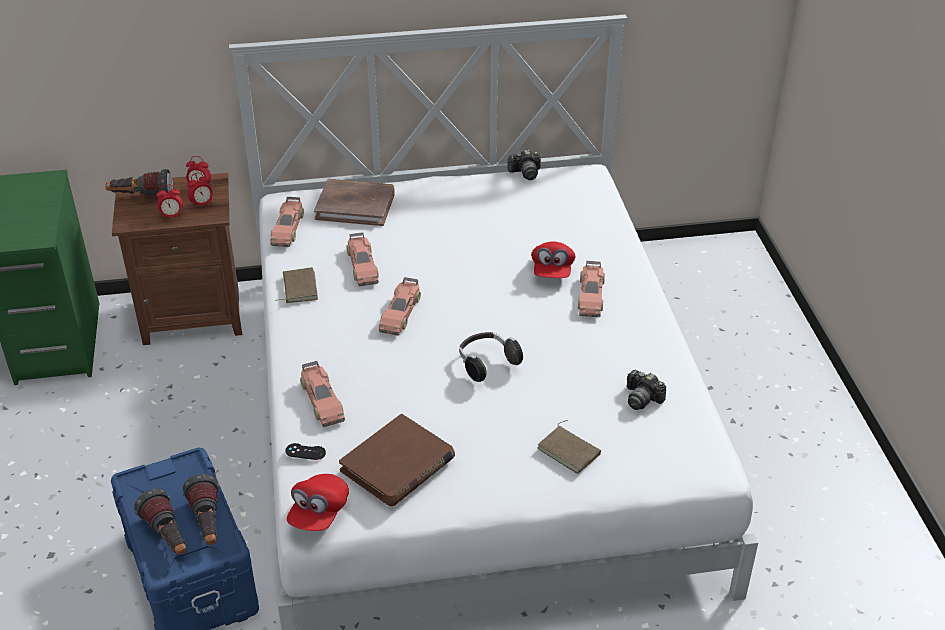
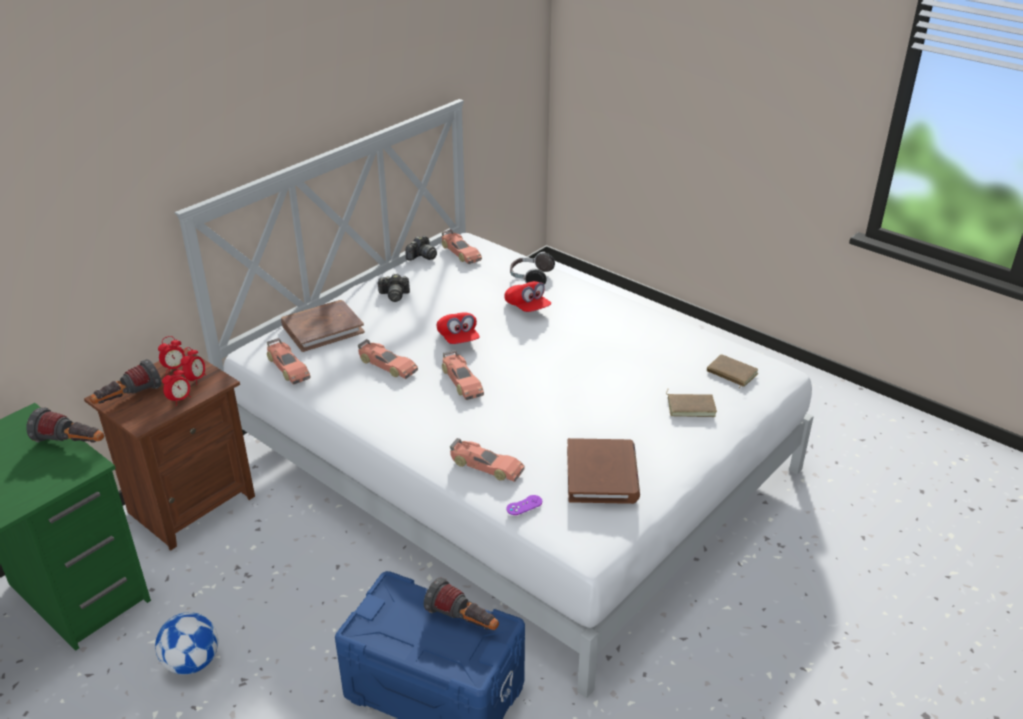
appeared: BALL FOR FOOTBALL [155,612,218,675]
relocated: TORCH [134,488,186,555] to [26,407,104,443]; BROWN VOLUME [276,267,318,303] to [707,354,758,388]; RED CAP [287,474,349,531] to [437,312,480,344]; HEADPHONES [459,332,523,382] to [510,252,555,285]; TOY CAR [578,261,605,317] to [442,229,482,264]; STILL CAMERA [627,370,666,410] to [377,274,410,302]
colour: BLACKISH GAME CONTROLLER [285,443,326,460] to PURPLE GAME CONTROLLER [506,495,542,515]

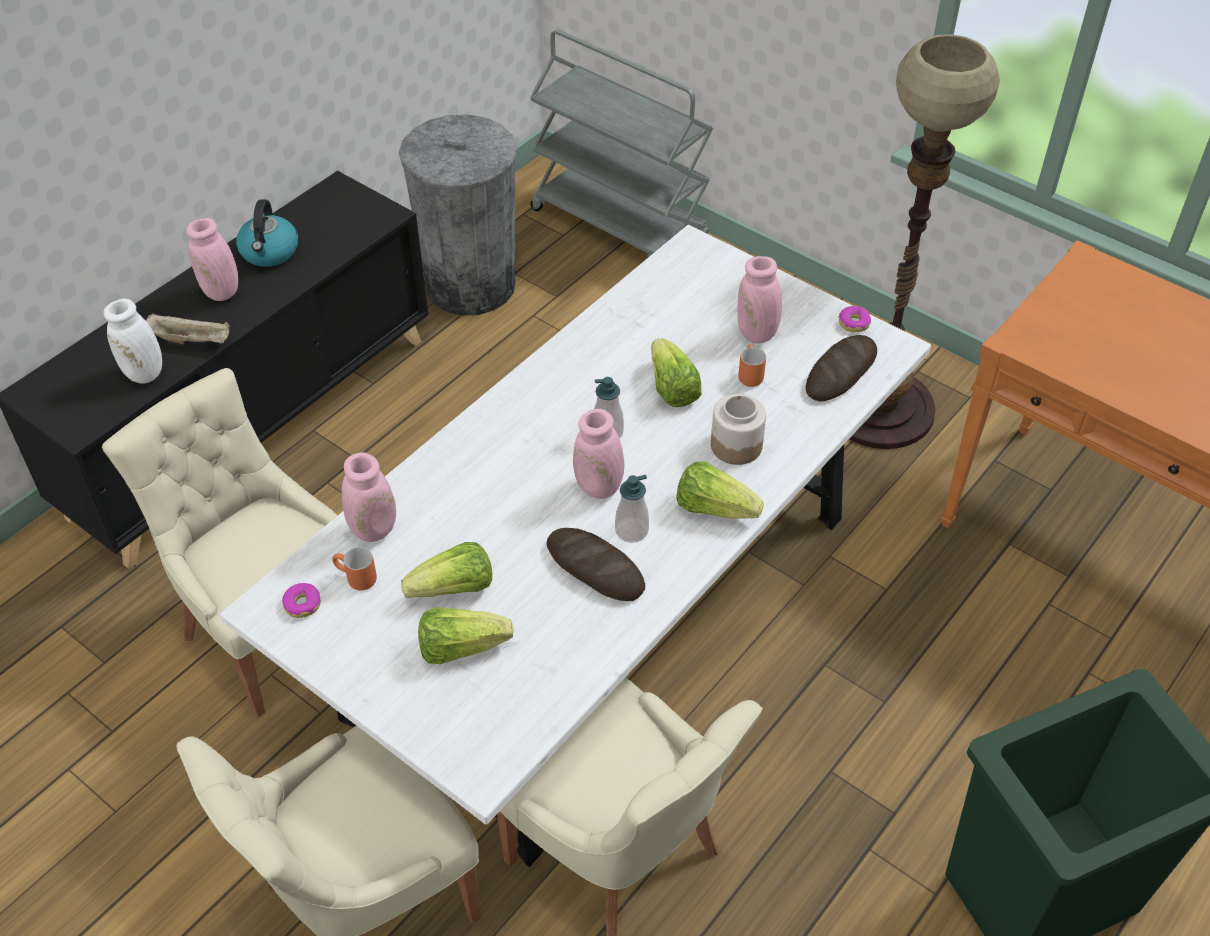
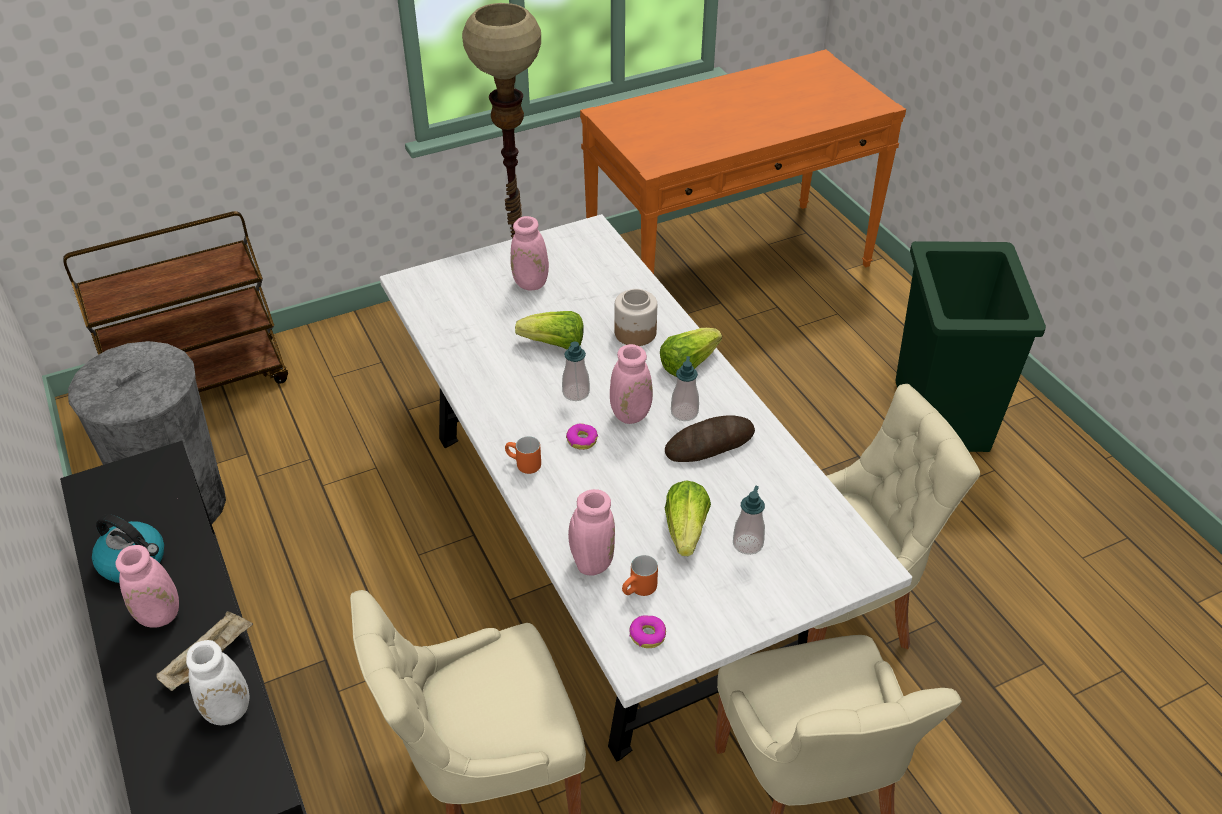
missing: BREAD [806,335,877,401]
relocated: ORANGE COFFEE MUG [738,344,766,387] to [505,436,541,474]; DOUGHNUT [838,306,871,332] to [566,423,598,450]
exchanged: HEAD OF LETTUCE [418,607,514,664] to SOAP BOTTLE [733,486,765,555]
colour: GREYISH CART [530,29,713,257] to BROWN CART [63,211,288,392]

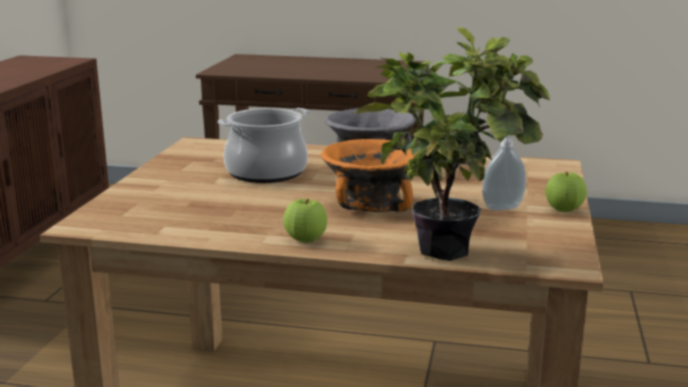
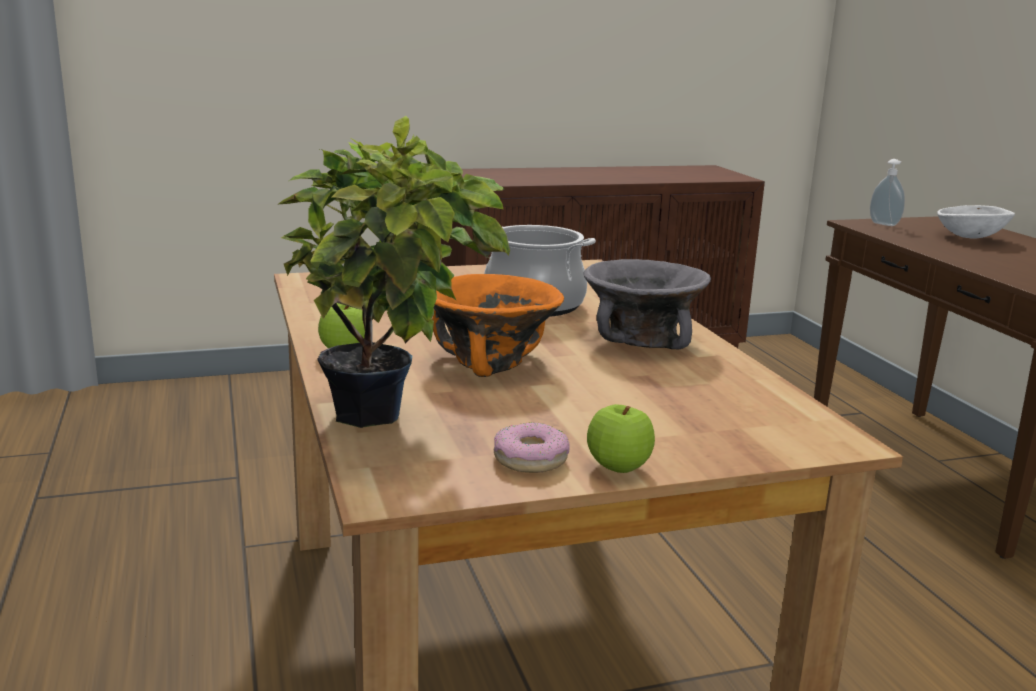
appeared: DOUGHNUT [494,422,570,473]; WHITISH BOWL [937,205,1015,239]
relocated: SOAP BOTTLE [482,135,526,210] to [870,159,905,226]

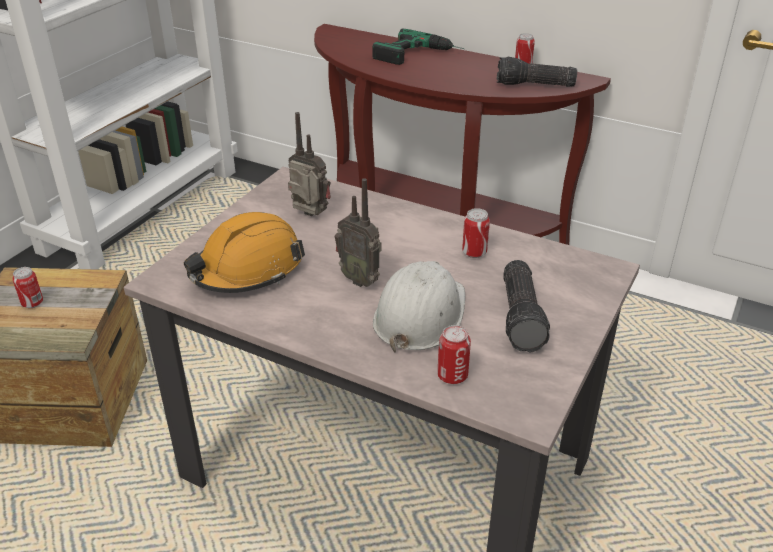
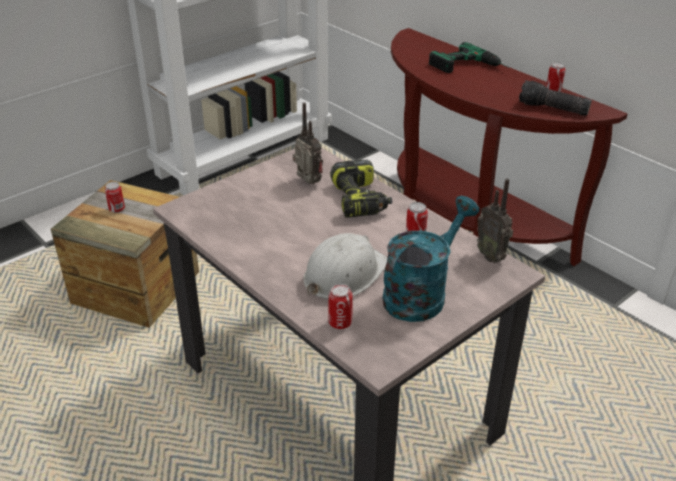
missing: ORANGE WORK HELMET [184,212,305,293]
appeared: POWER DRILL [330,160,392,218]
relocated: RADIO [335,178,381,287] to [476,178,513,263]
exchanged: TORCH [503,260,550,353] to TURQUOISE WATERING POT [383,196,479,322]

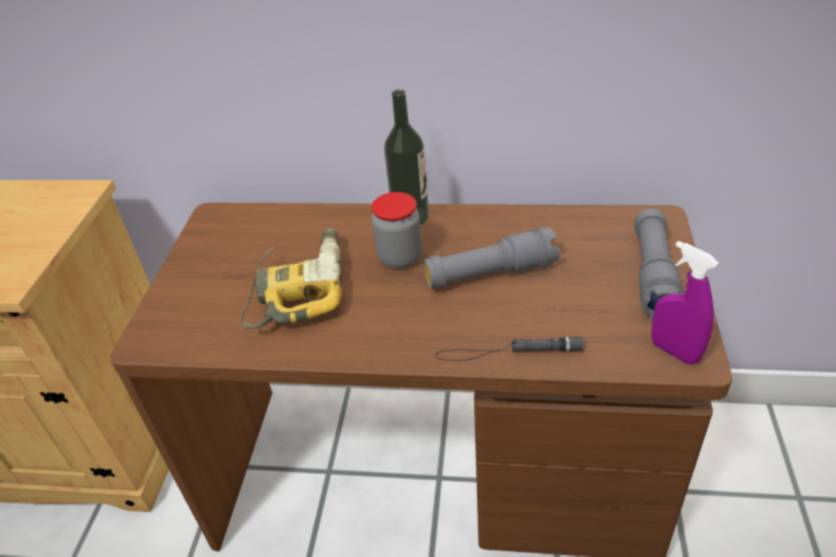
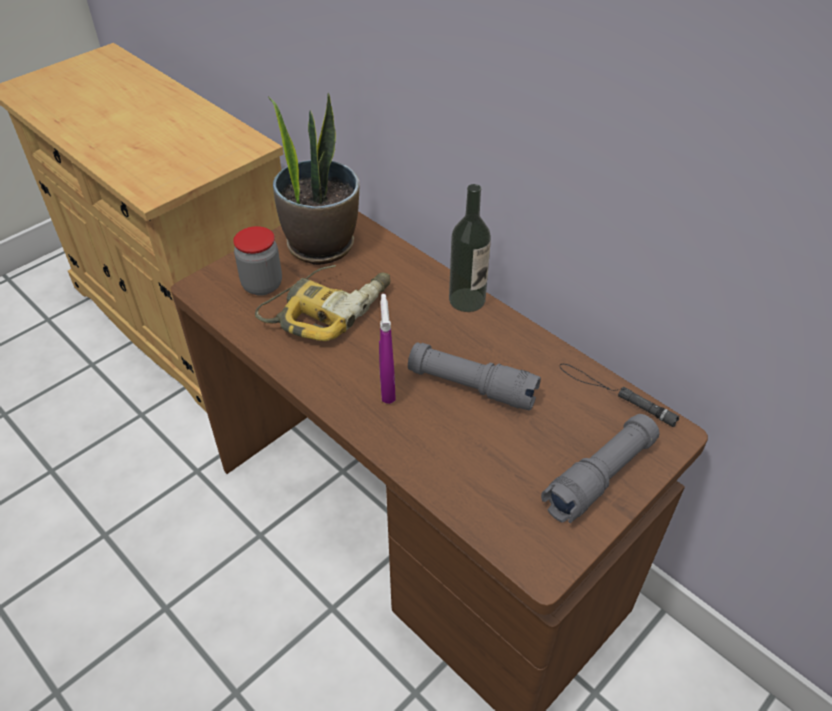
appeared: POTTED PLANT [269,93,359,265]
relocated: JAR [372,192,422,269] to [233,226,282,296]; BLACKISH TORCH [435,337,584,361] to [560,364,680,427]; PURPLE SPRAYER [651,241,719,365] to [379,294,396,404]

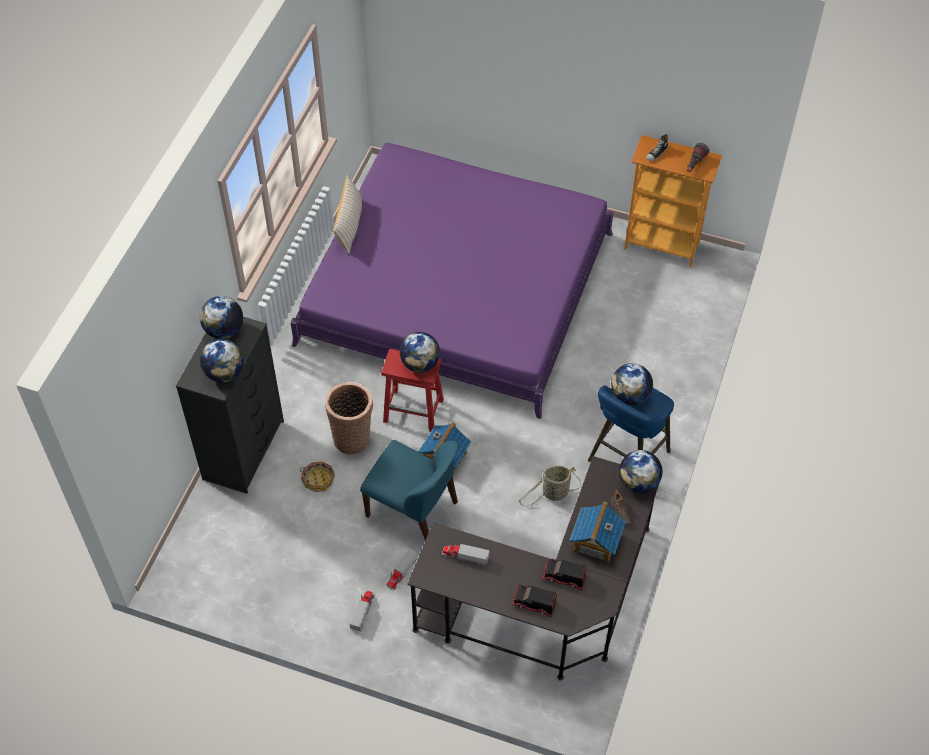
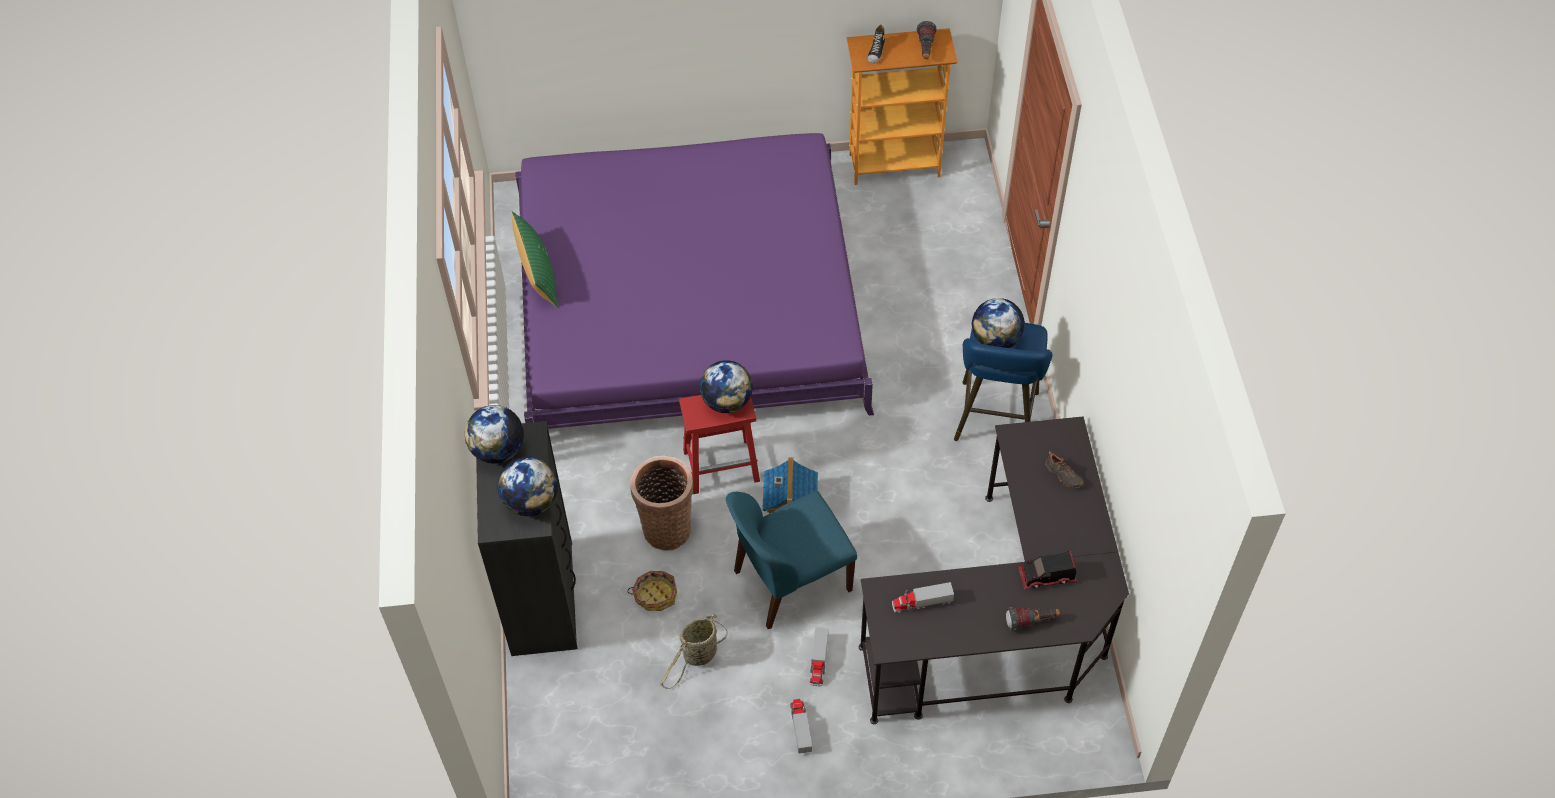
missing: MODEL HOUSE [570,502,626,563]; GLOBE [619,450,663,493]
relocated: BASKET [519,466,581,506] to [660,614,728,689]
exchanged: TOY TRUCK [511,585,557,617] to TORCH [1006,607,1060,631]
colour: BEIGE THROW PILLOW [333,175,362,254] to GREEN THROW PILLOW [511,211,558,308]
spun: BLUE-COLOURED PLAIN CHAIR [360,440,459,541] = [726,491,857,629] 150 degrees clockwise

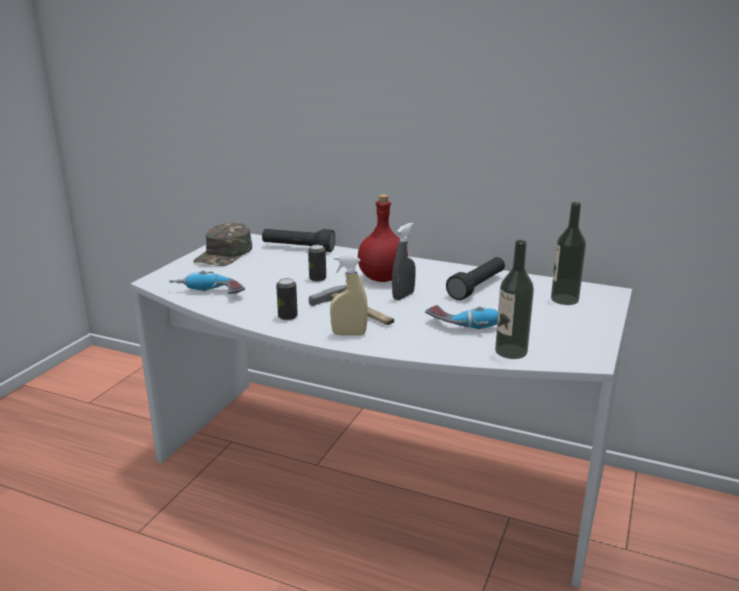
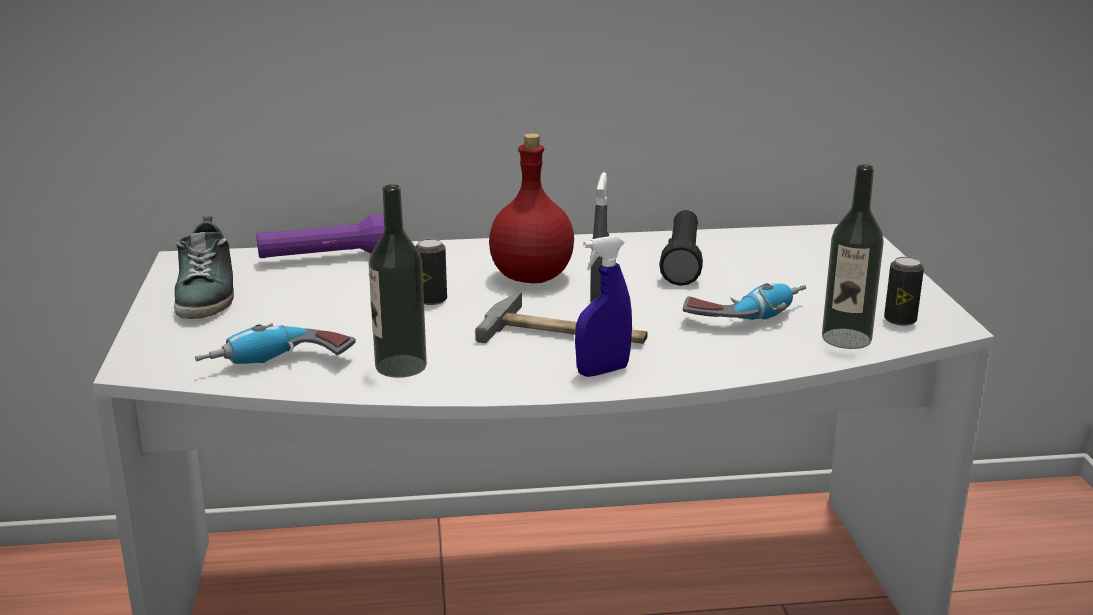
relocated: METAL CAN [276,278,298,320] to [884,257,924,326]; BEVERAGE BOTTLE [551,202,586,305] to [369,184,427,378]
exchanged: GREEN CAP [193,222,252,266] to SHOE [174,216,234,319]
colour: BLACKISH TORCH [262,229,335,252] to PURPLE TORCH [256,214,384,258]; BEIGE SPRAYER [330,255,368,336] to BLUE-COLOURED SPRAYER [575,235,632,377]

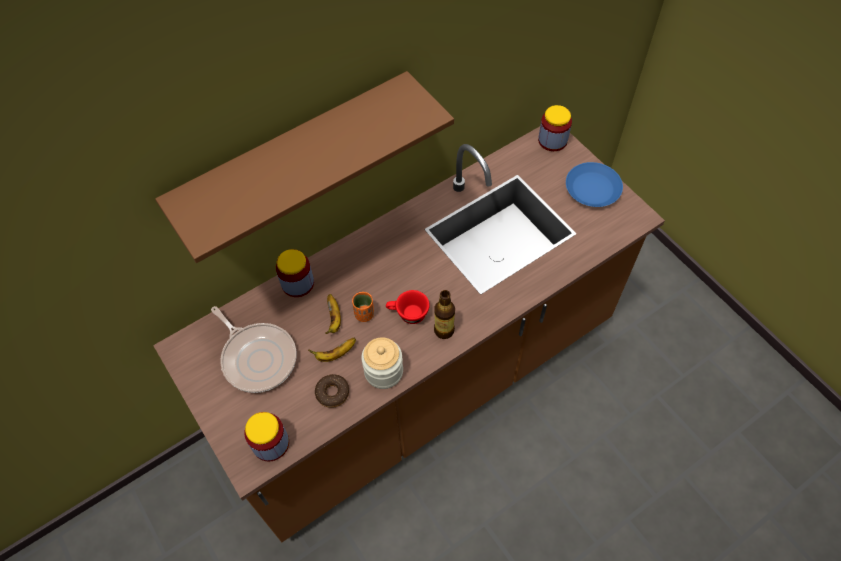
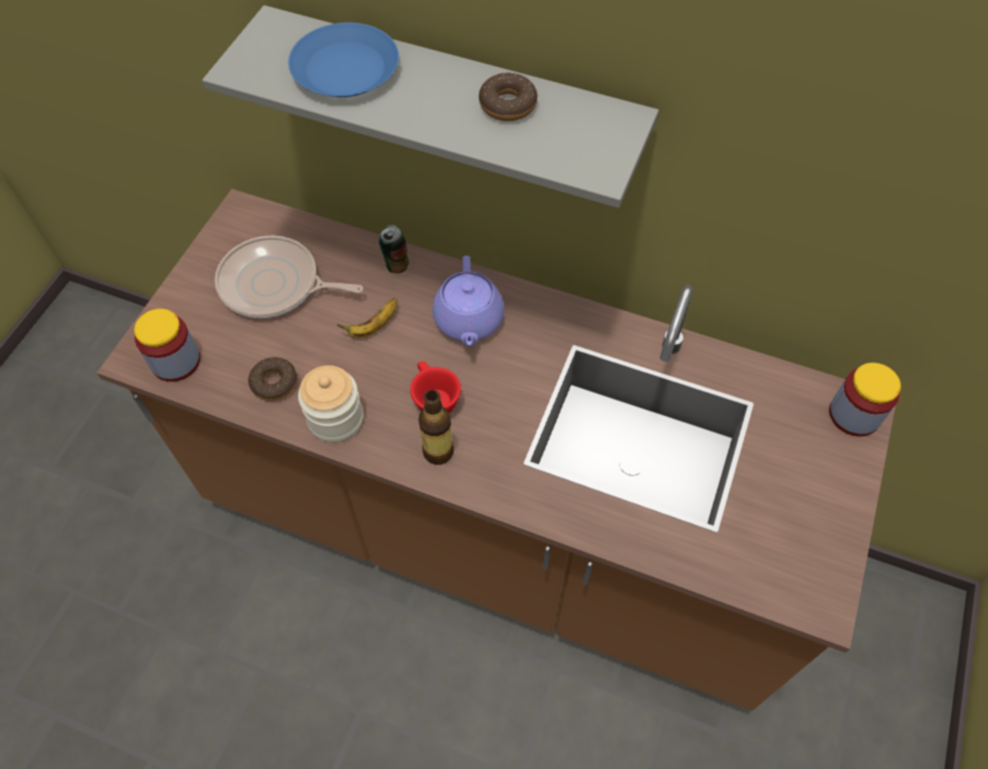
missing: WHOLE BANANA [308,338,356,362]; ORANGE SMALL CUP [352,292,374,322]
appeared: PURPLE TEAPOT [432,256,504,346]; DOUGHNUT [479,73,538,121]
relocated: BLUE-COLOURED PLATE [566,162,623,207] to [288,23,399,97]
exchanged: JAR [276,249,314,297] to METAL CAN [379,225,409,273]
colour: BROWN BRACKET SHELF [155,71,454,263] to GREYISH BRACKET SHELF [202,5,659,208]
spun: PAN [211,306,296,393] = [215,236,363,318] 90 degrees clockwise

